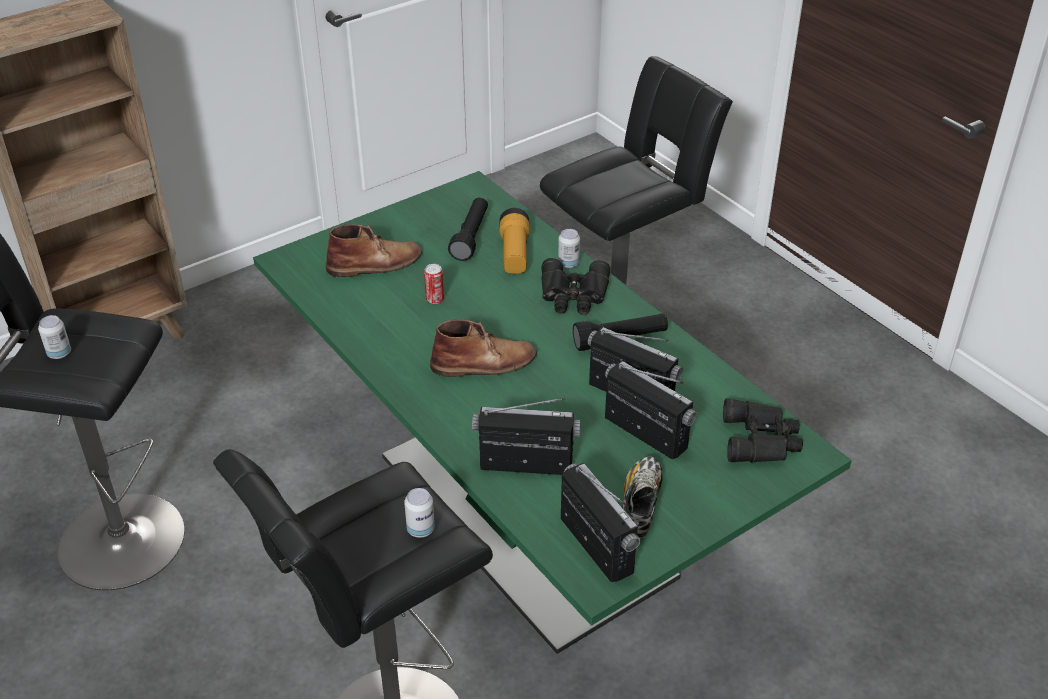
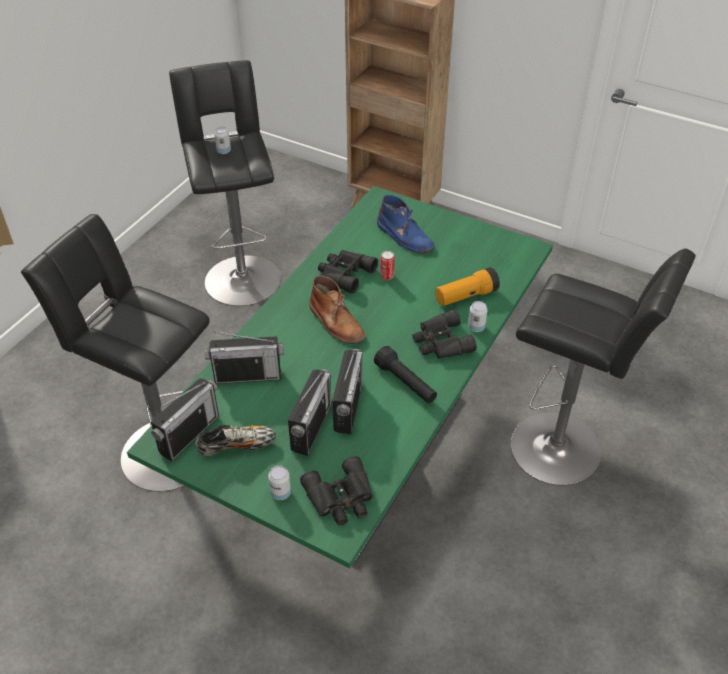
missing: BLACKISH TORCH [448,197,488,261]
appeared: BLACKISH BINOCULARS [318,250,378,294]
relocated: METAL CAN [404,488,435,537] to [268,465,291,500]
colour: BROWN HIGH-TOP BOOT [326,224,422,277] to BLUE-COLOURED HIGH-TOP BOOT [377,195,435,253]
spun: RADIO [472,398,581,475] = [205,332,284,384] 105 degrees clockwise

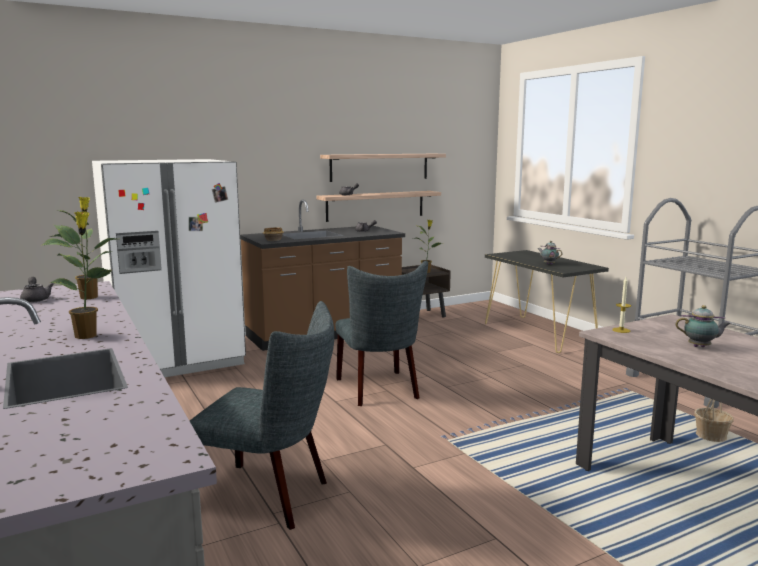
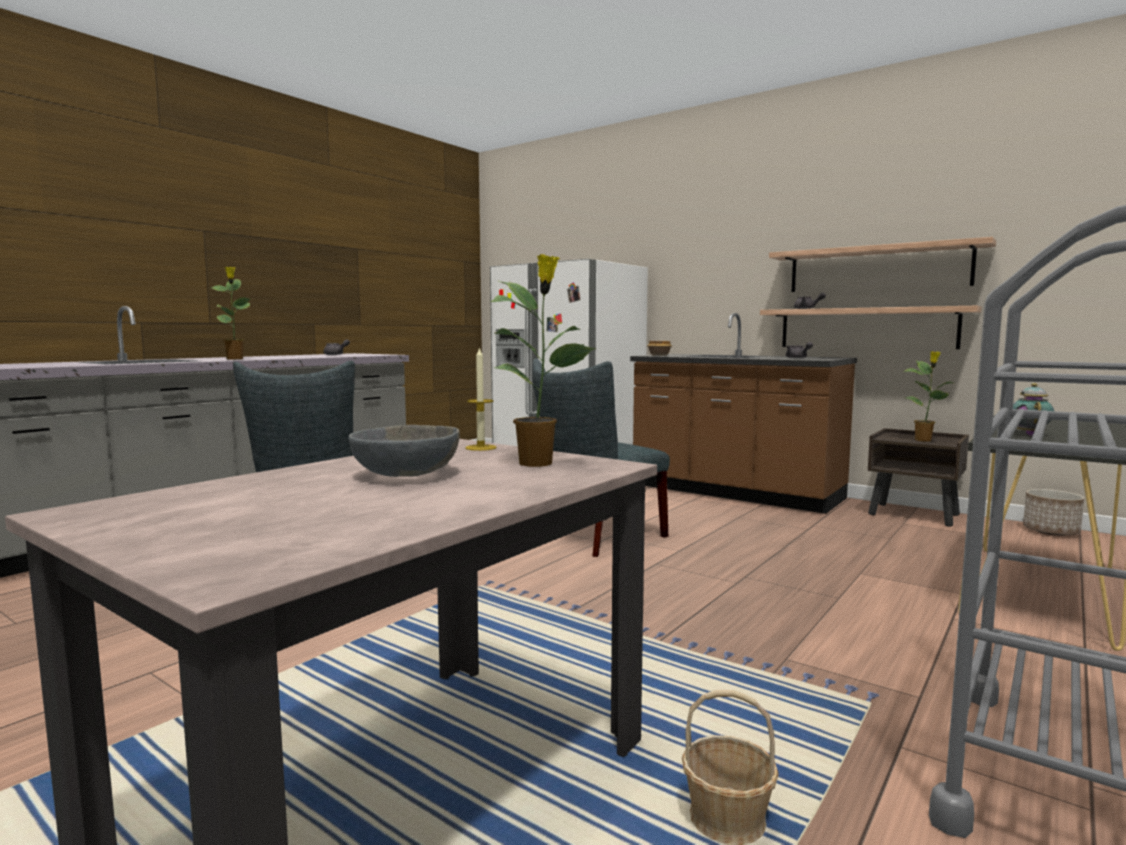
appeared: FLOWER POT [1023,489,1084,536]
relocated: POTTED PLANT [49,197,117,299] to [490,254,596,467]
exchanged: TEAPOT [675,305,731,347] to GREYISH BOWL [349,425,460,477]

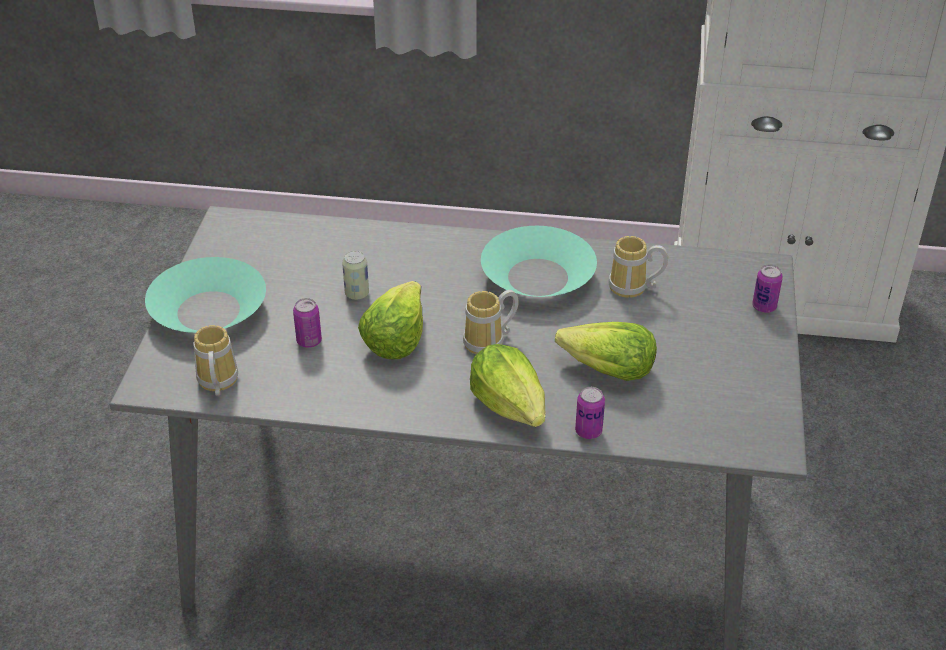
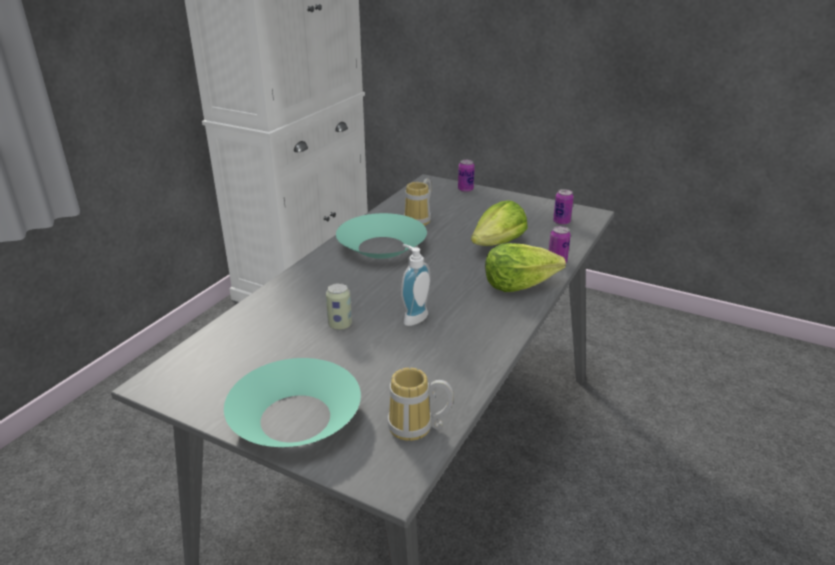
missing: COFFEE MUG [463,290,519,354]
relocated: METAL CAN [293,298,322,348] to [553,189,574,225]
exchanged: HEAD OF LETTUCE [358,281,423,360] to SOAP BOTTLE [401,244,431,326]

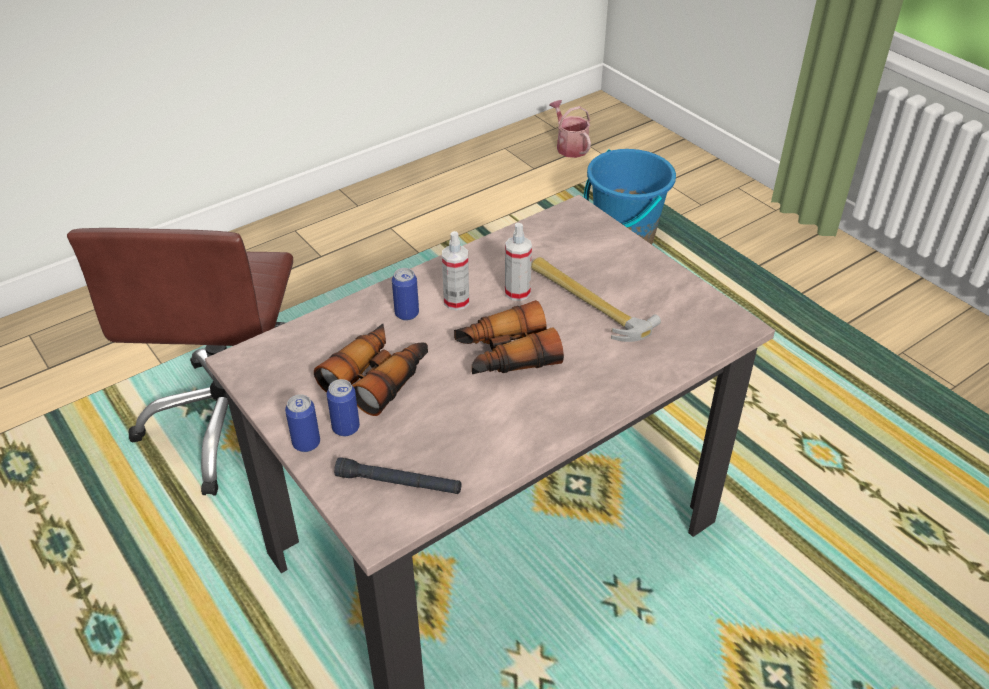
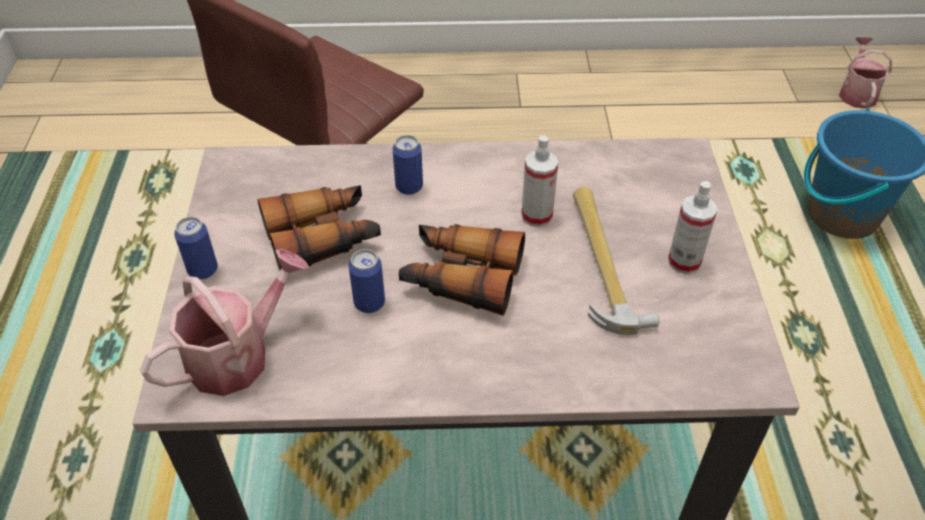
relocated: METAL CAN [327,379,360,436] to [348,249,385,313]; SPRAYER [442,231,469,310] to [668,181,717,274]
exchanged: BLACKISH TORCH [334,457,462,494] to WATERING POT [140,249,309,396]

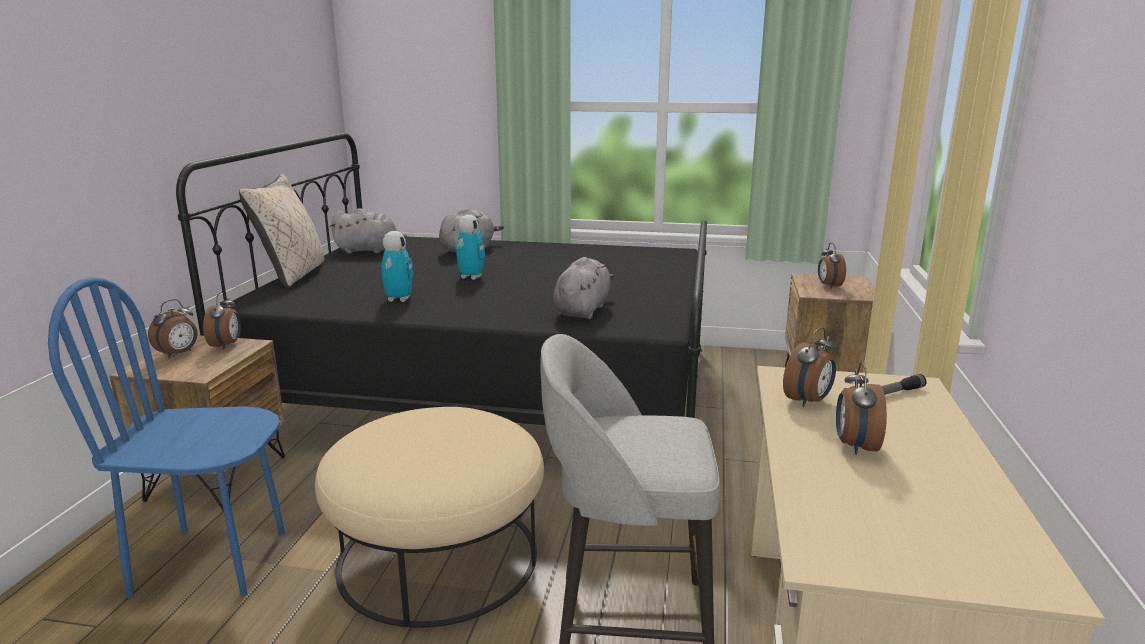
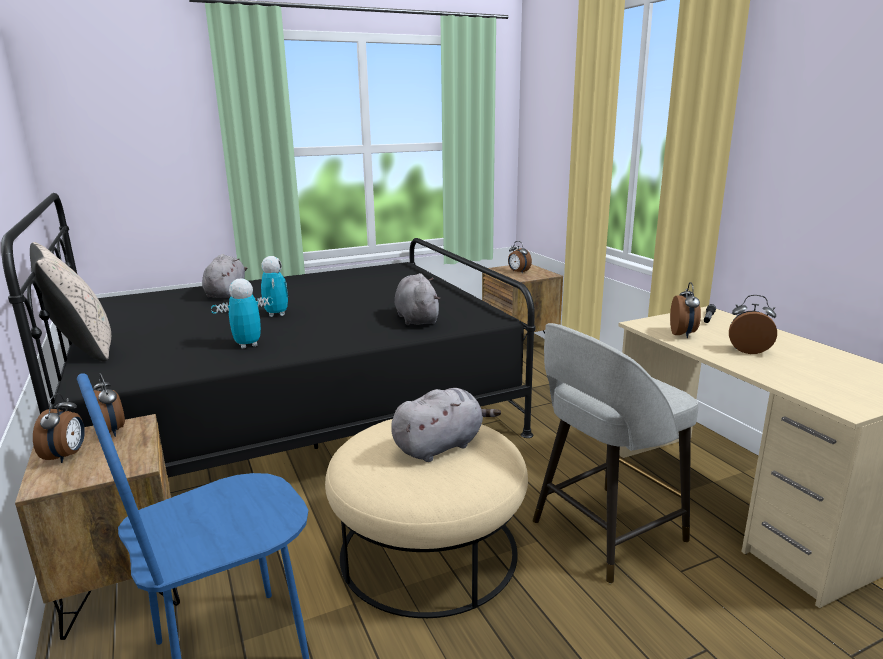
relocated: GREYISH CUDDLY TOY [330,208,407,254] to [391,388,501,462]
spun: ROBOT FIGURE [382,231,414,302] = [211,279,273,349] 90 degrees counterclockwise; TABLE CLOCK [836,362,887,455] = [729,295,777,354] 135 degrees clockwise

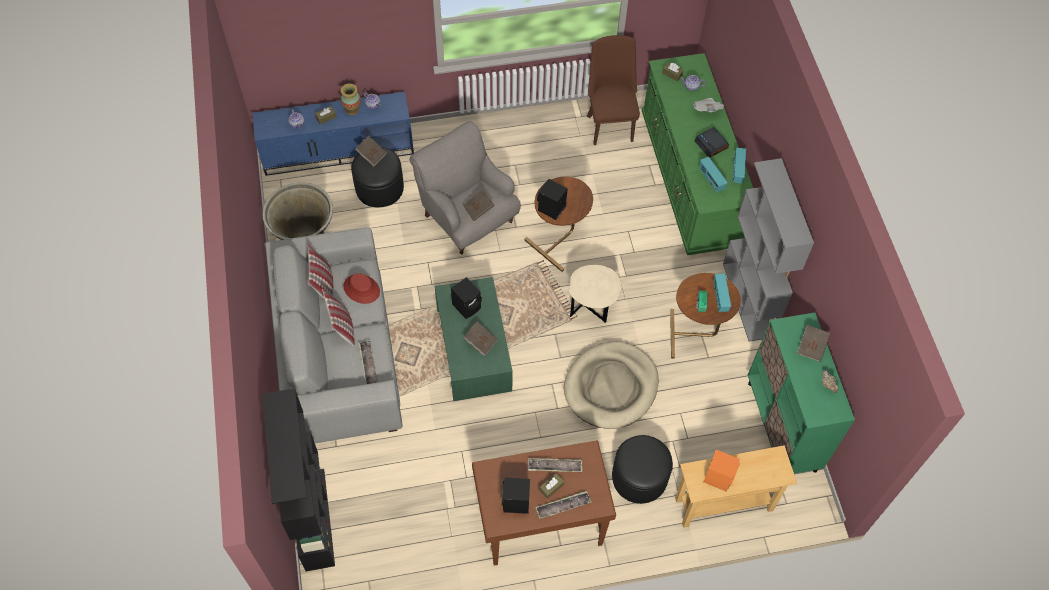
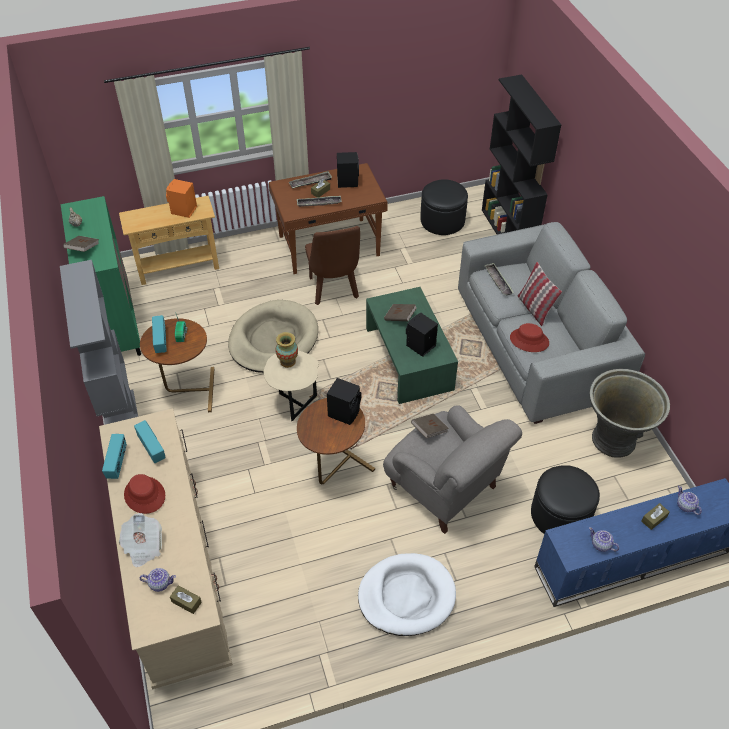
missing: THROW PILLOW [308,245,333,299]; BROWN VOLUME [355,136,387,166]
appeared: WHITISH PET BED [358,553,456,636]
relocated: VASE [341,84,361,115] to [275,332,298,368]; BROWN PLAIN CHAIR [587,35,640,145] to [305,226,360,305]; BLACKISH OTTOMAN [612,435,673,504] to [420,179,468,235]
exchanged: TABLE CLOCK [695,127,729,157] to RED WEARABLE HAT [124,474,165,514]
colour: GREEN DRESSER [642,53,753,255] to BEIGE DRESSER [99,409,233,689]

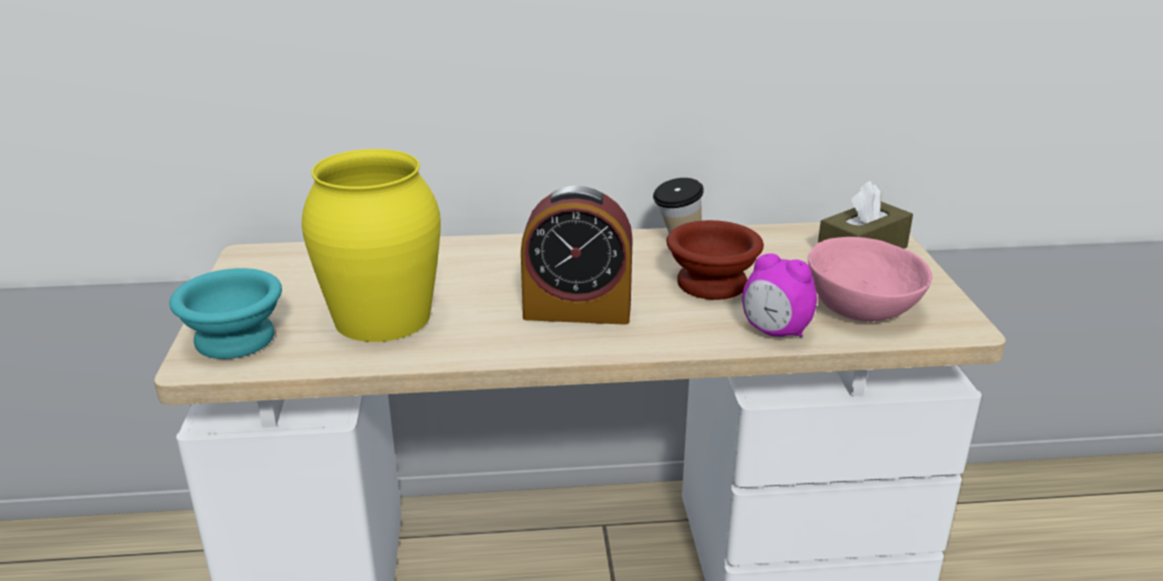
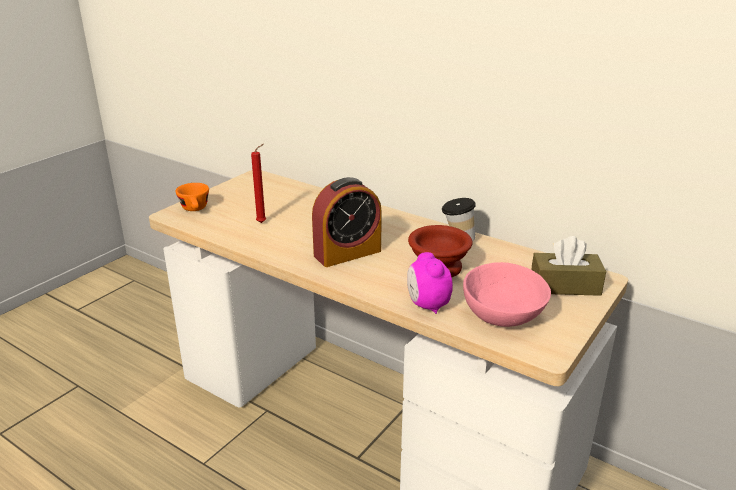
exchanged: TURQUOISE BOWL [169,268,282,359] to ORANGE SMALL CUP [176,183,209,211]; YELLOWISH VASE [302,149,441,342] to RED CANDLE [251,144,266,223]
spun: TABLE CLOCK [521,186,633,325] = [312,177,382,267] 75 degrees counterclockwise

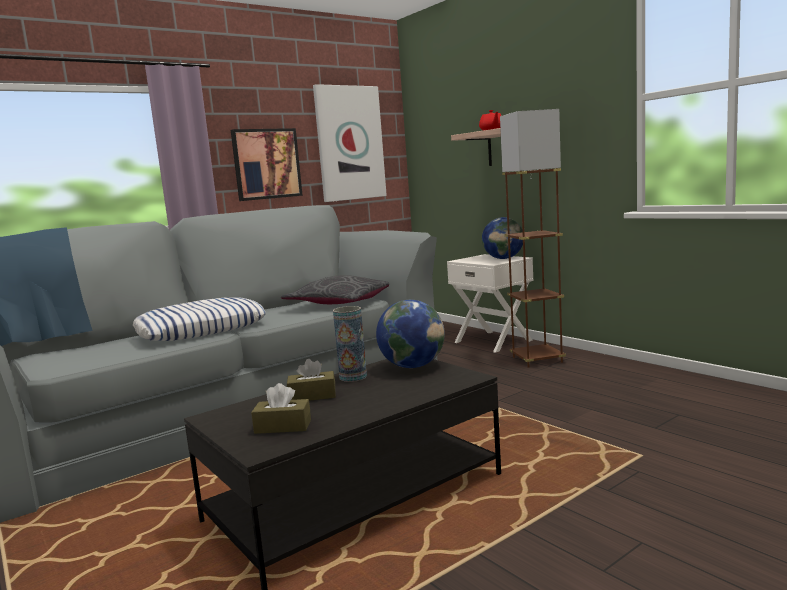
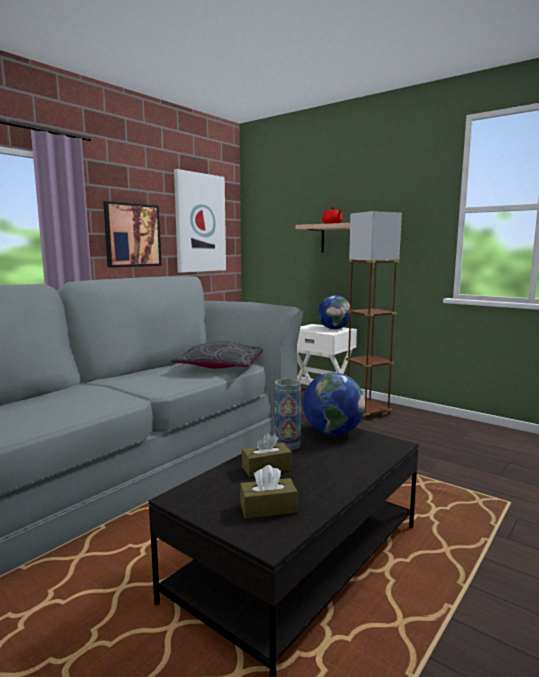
missing: THROW PILLOW [133,297,266,341]

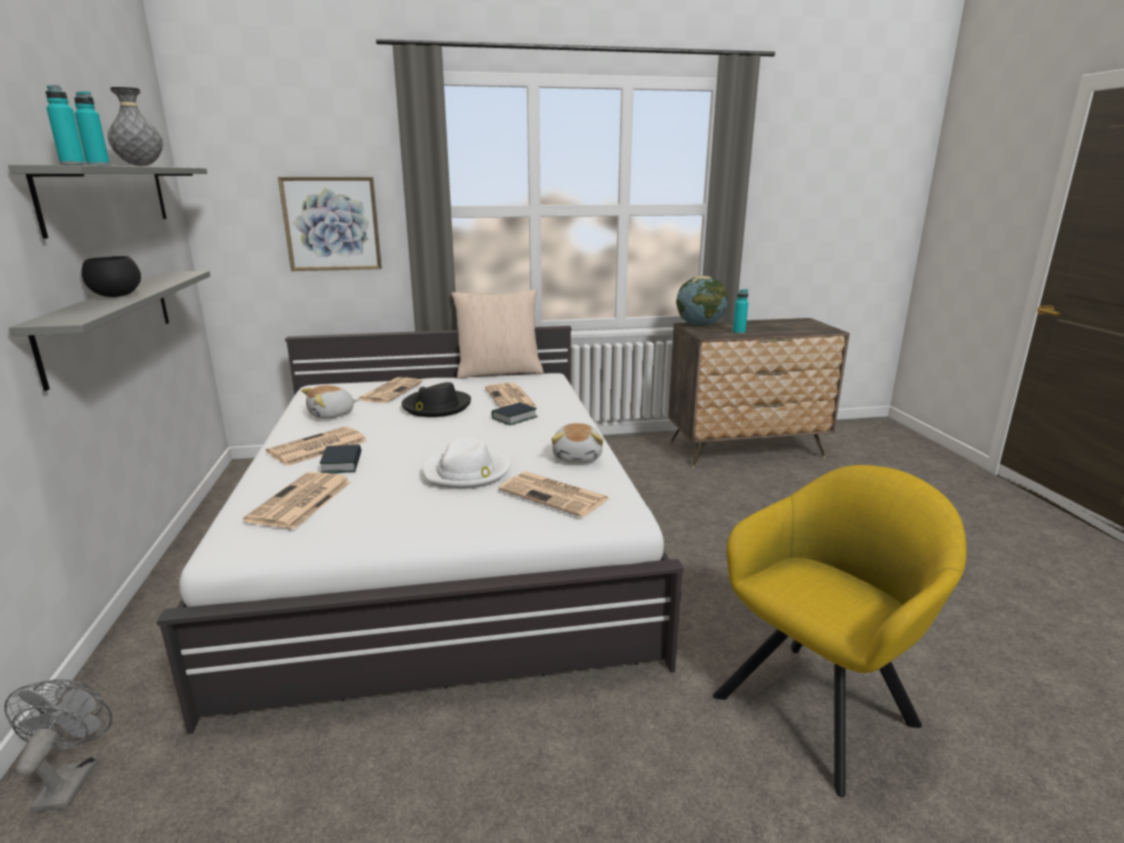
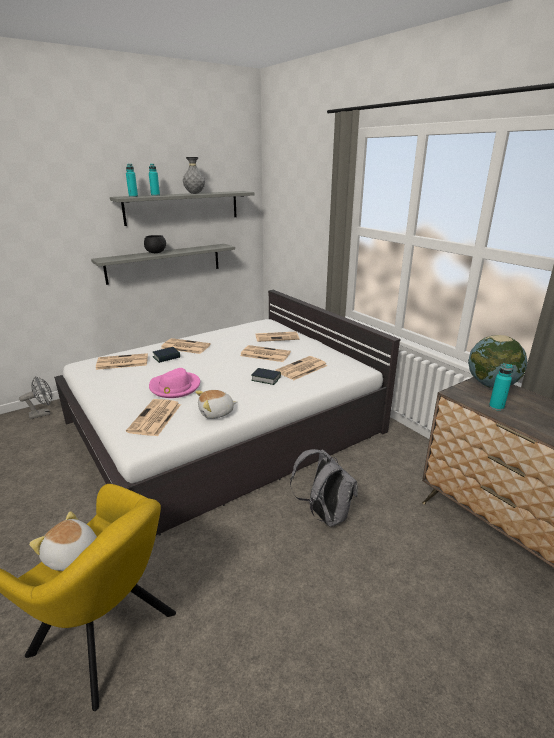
missing: WALL ART [278,177,382,271]; BEIGE THROW PILLOW [452,290,544,379]
appeared: GREYISH RUCKSACK [290,449,358,527]
relocated: CUDDLY TOY [301,385,358,419] to [29,511,97,571]
exchanged: BLACKISH WEARABLE HAT [402,382,471,417] to DAILY PAPER [240,345,291,362]
colour: WHITISH WEARABLE HAT [422,437,511,489] to PINK-COLOURED WEARABLE HAT [149,368,200,398]

